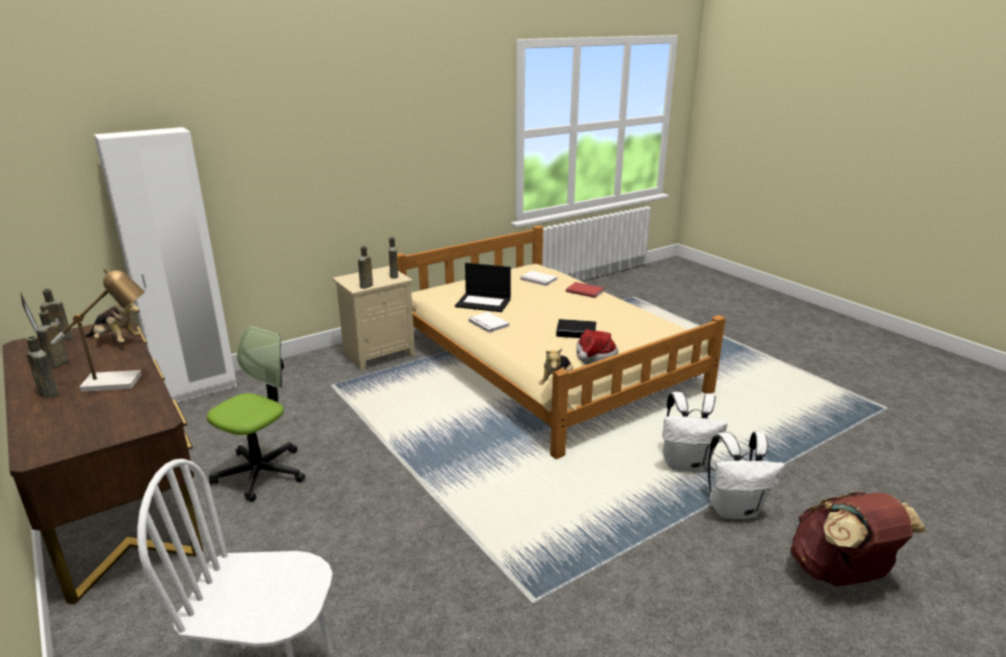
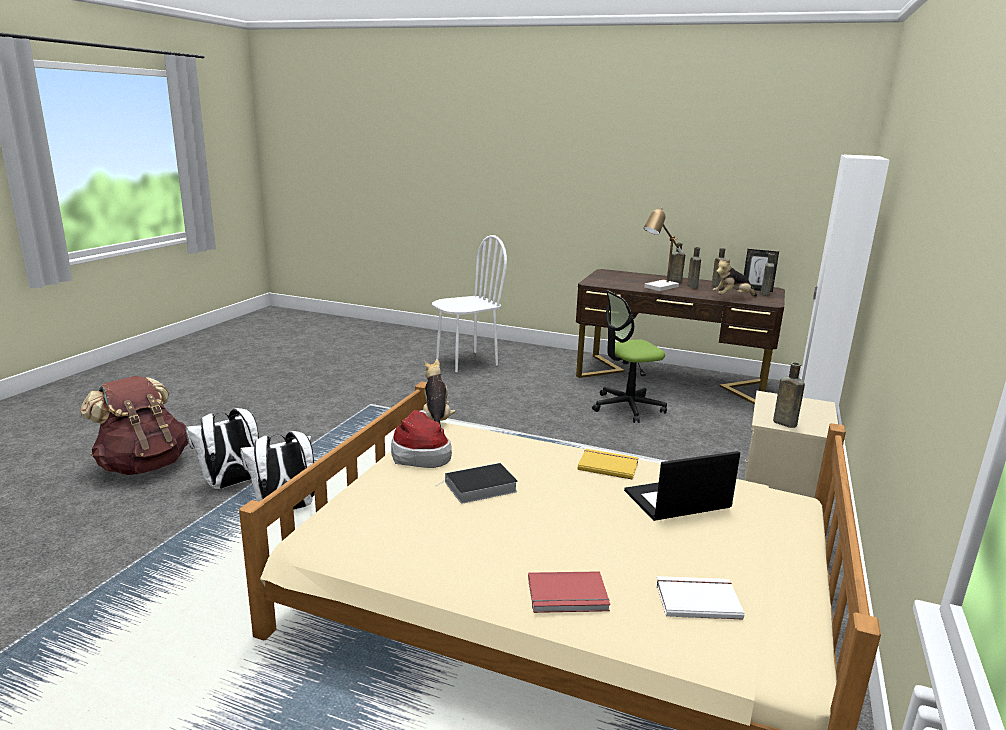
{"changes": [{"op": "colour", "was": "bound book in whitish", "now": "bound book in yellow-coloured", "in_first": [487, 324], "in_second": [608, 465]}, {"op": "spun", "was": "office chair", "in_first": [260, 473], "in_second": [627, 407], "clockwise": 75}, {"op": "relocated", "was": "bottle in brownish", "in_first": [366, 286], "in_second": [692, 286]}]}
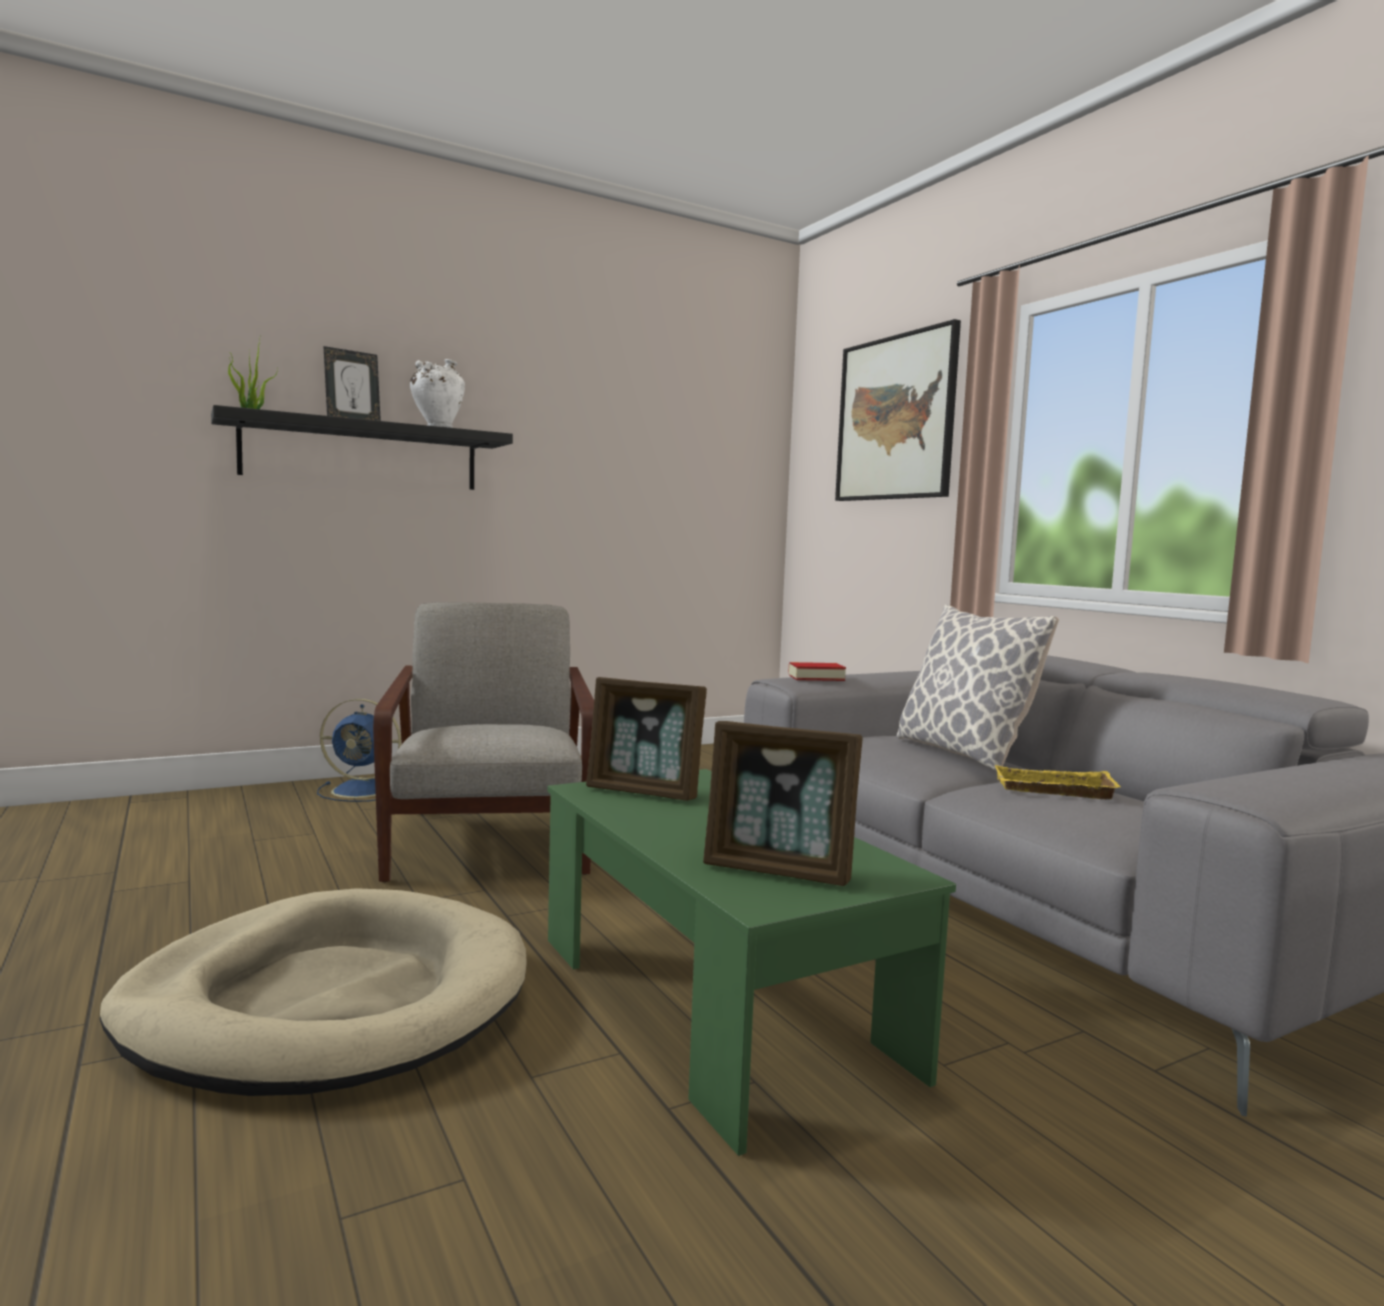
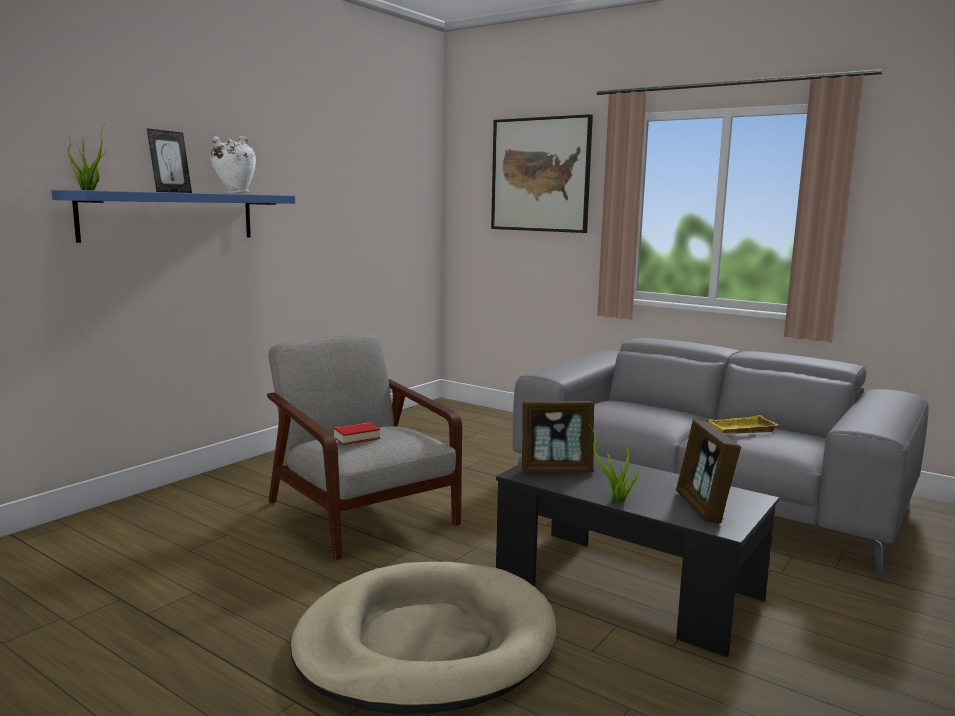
{"changes": [{"op": "colour", "was": "bracket shelf in blackish", "now": "bracket shelf in blue", "in_first": [362, 455], "in_second": [170, 216]}, {"op": "relocated", "was": "bound book", "in_first": [816, 677], "in_second": [356, 438]}, {"op": "colour", "was": "coffee table in greenish", "now": "coffee table in blackish", "in_first": [714, 1003], "in_second": [627, 586]}, {"op": "appeared", "now": "houseplant", "in_second": [616, 501]}, {"op": "spun", "was": "picture frame", "in_first": [779, 871], "in_second": [703, 507], "clockwise": 90}, {"op": "missing", "was": "electric fan in blue", "in_first": [363, 790]}, {"op": "missing", "was": "pillow", "in_first": [963, 754]}]}
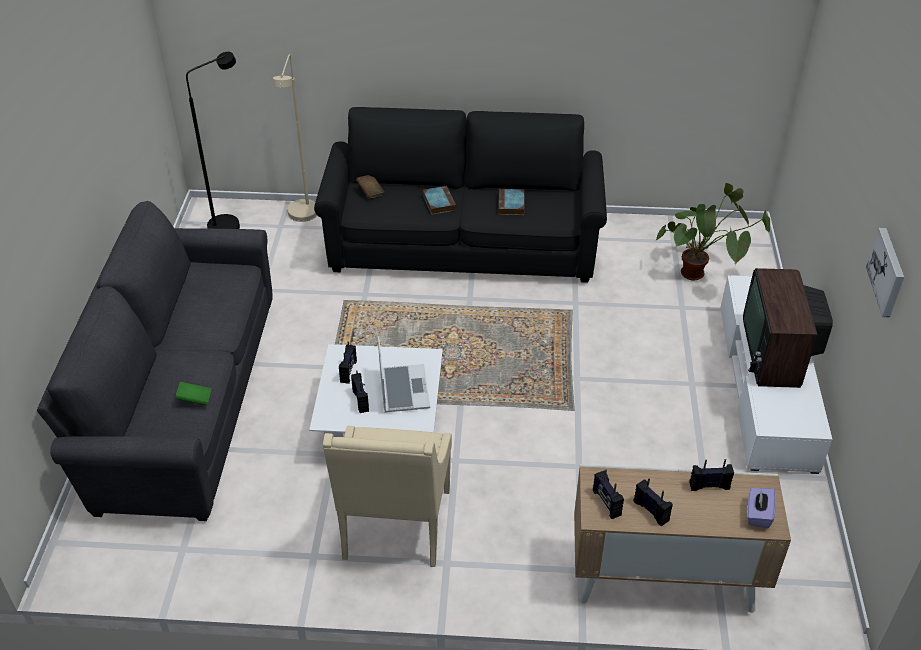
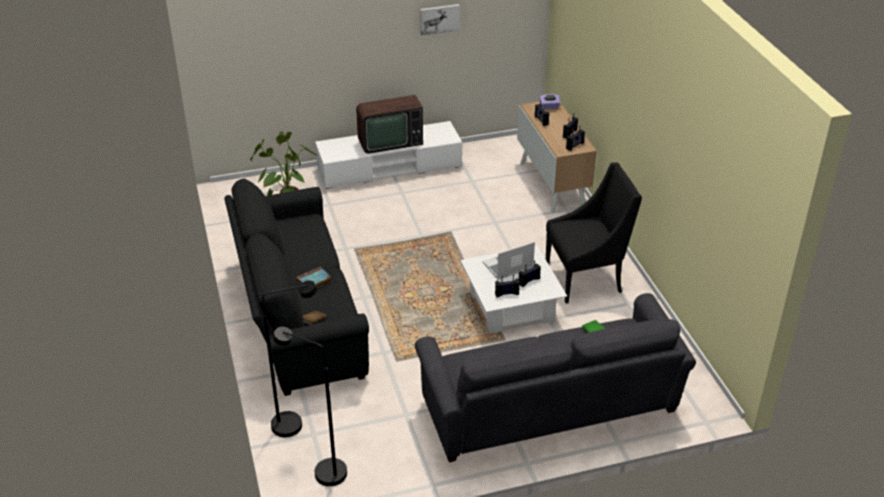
{"changes": [{"op": "colour", "was": "standing lamp in beige", "now": "standing lamp in blackish", "in_first": [303, 218], "in_second": [295, 423]}, {"op": "colour", "was": "easy chair in beige", "now": "easy chair in blackish", "in_first": [394, 527], "in_second": [586, 278]}, {"op": "missing", "was": "bound book", "in_first": [511, 205]}]}
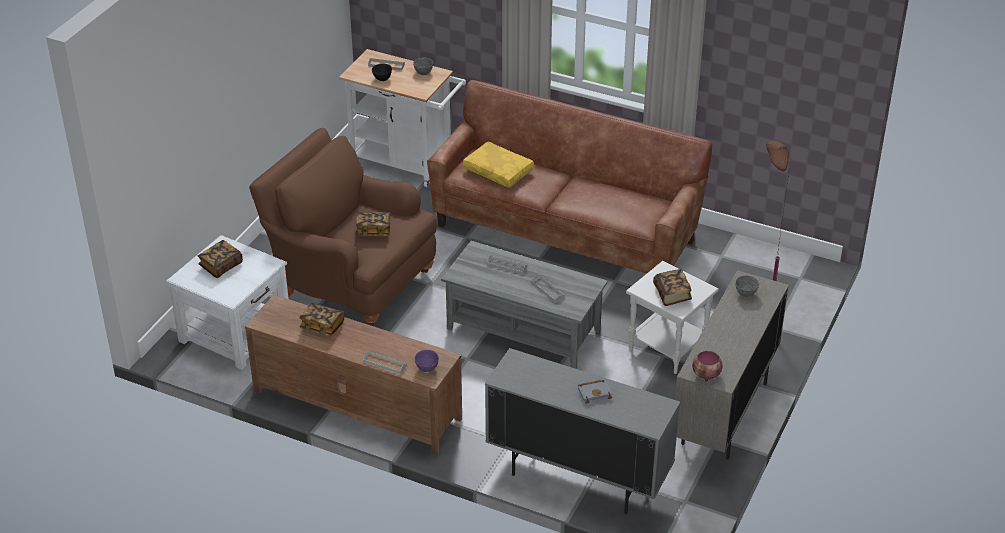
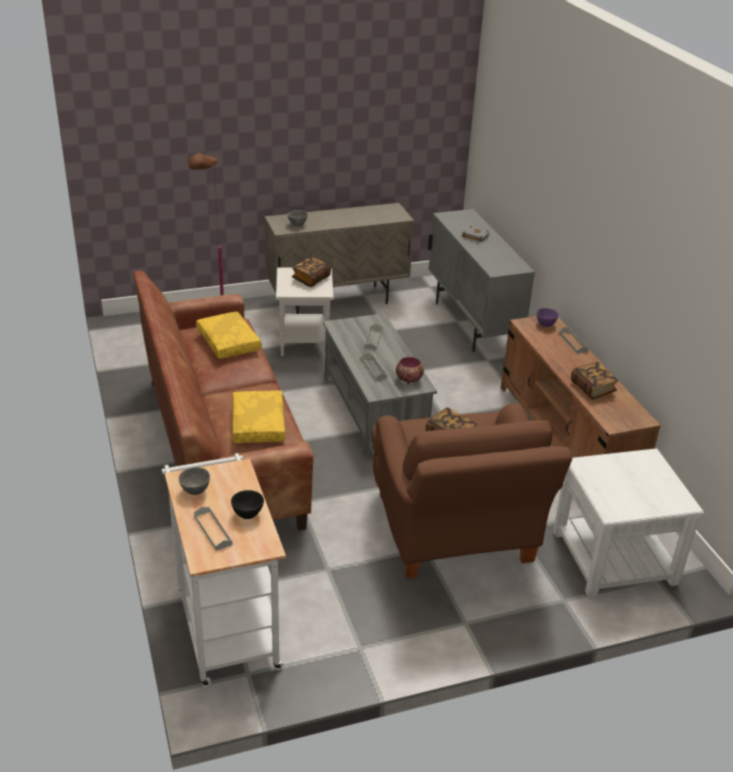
{"changes": [{"op": "appeared", "now": "pillow in yellow-coloured", "in_second": [230, 342]}, {"op": "relocated", "was": "serving bowl", "in_first": [706, 375], "in_second": [409, 379]}, {"op": "missing", "was": "bound book", "in_first": [221, 266]}]}
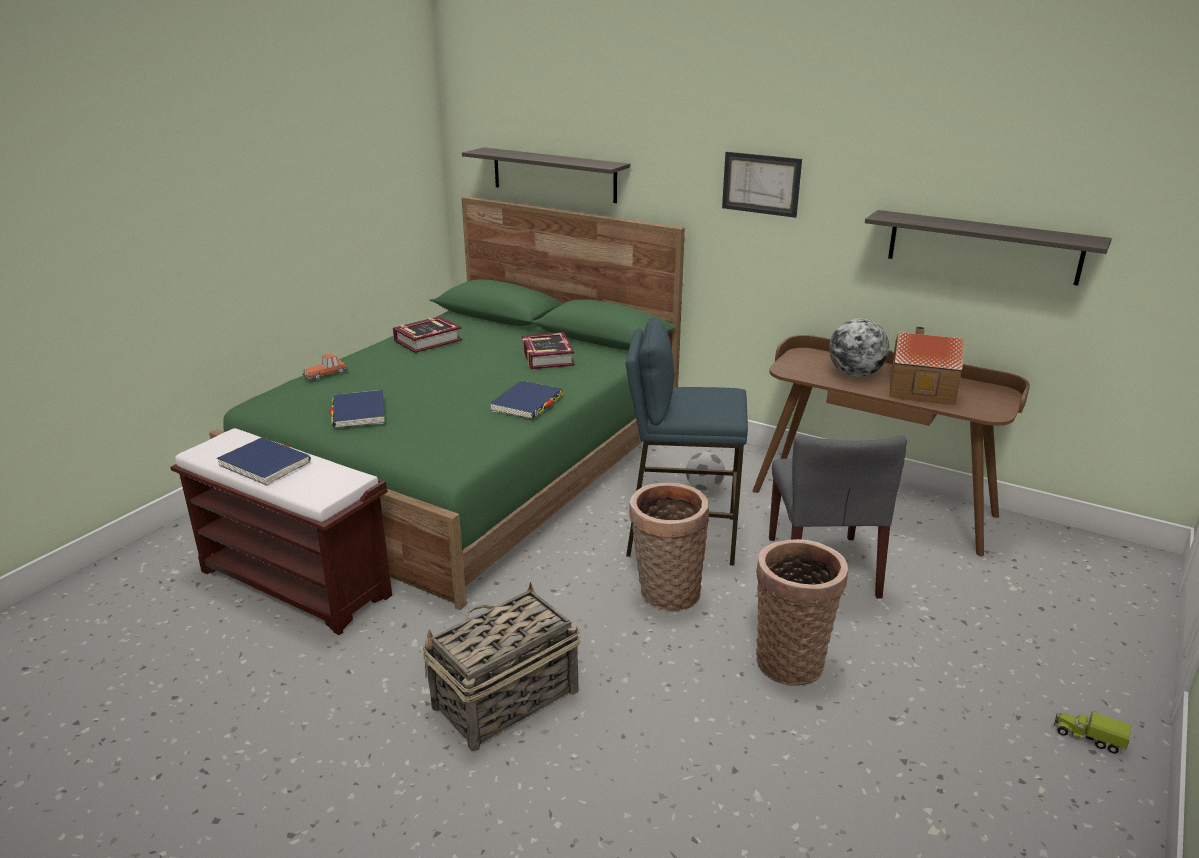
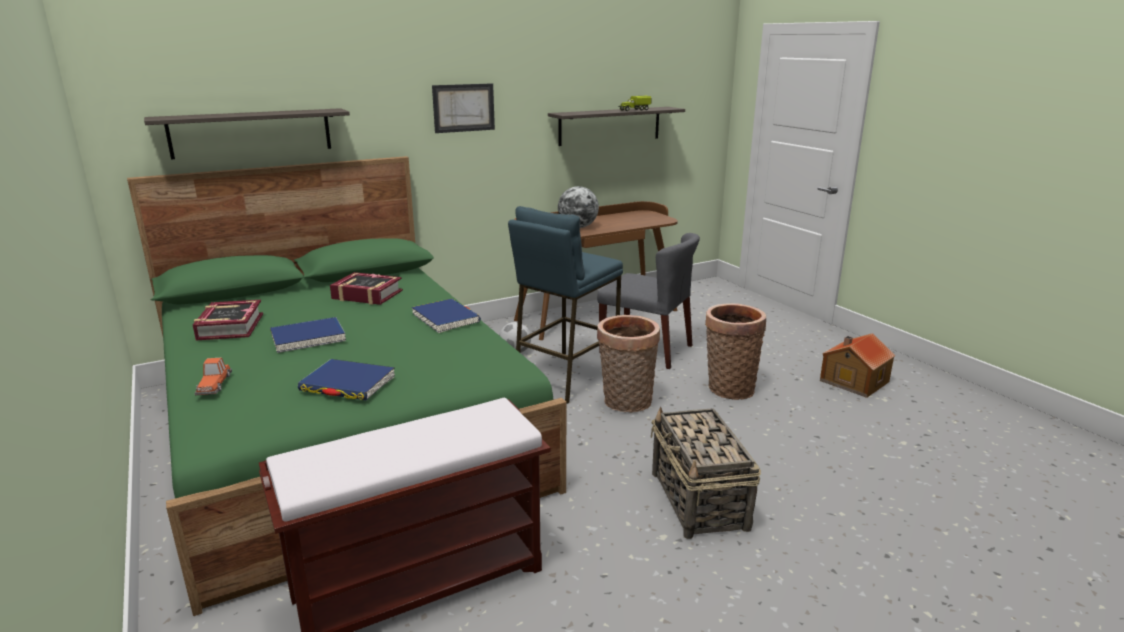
{"changes": [{"op": "relocated", "was": "bound book in blue", "in_first": [265, 464], "in_second": [308, 338]}, {"op": "relocated", "was": "toy lorry", "in_first": [1088, 738], "in_second": [634, 110]}, {"op": "relocated", "was": "miniature house", "in_first": [920, 388], "in_second": [852, 381]}]}
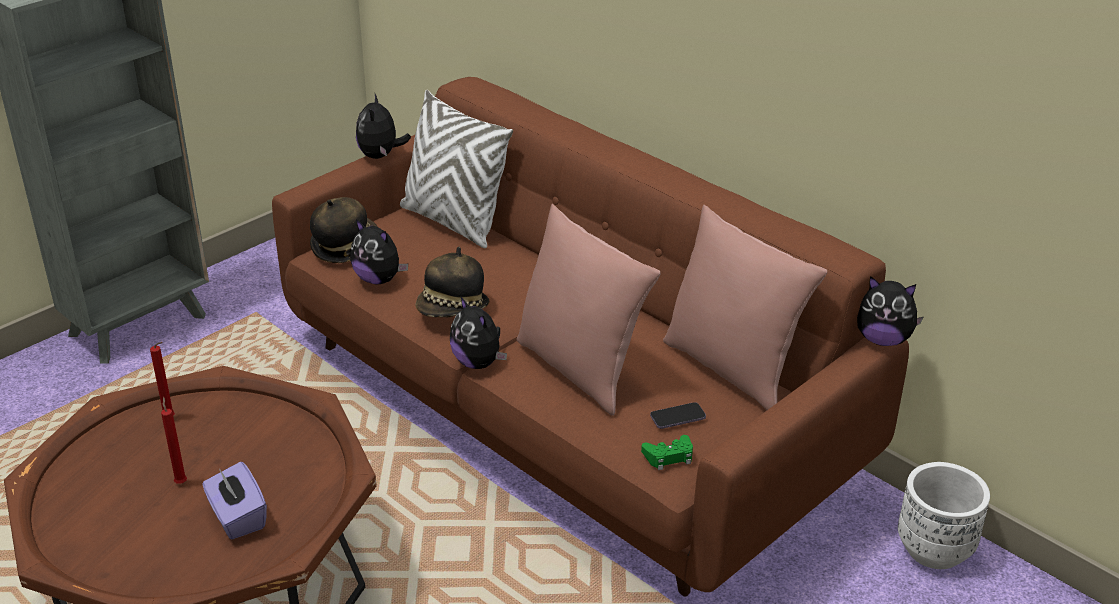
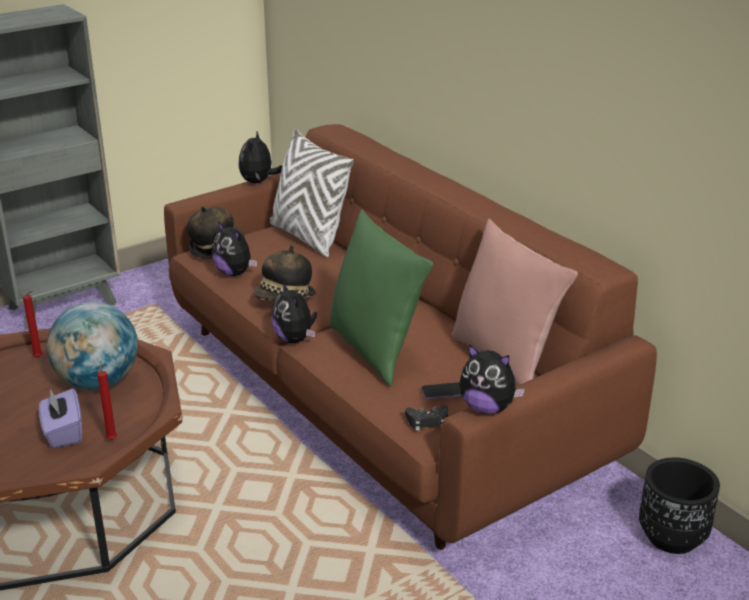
{"changes": [{"op": "appeared", "now": "globe", "in_second": [98, 382]}, {"op": "relocated", "was": "wax light in reddish", "in_first": [181, 482], "in_second": [112, 438]}, {"op": "colour", "was": "pillow in pinkish", "now": "pillow in greenish", "in_first": [580, 369], "in_second": [375, 350]}, {"op": "colour", "was": "joypad in greenish", "now": "joypad in blackish", "in_first": [669, 456], "in_second": [428, 421]}, {"op": "relocated", "was": "plush toy", "in_first": [882, 339], "in_second": [487, 408]}, {"op": "colour", "was": "planter in whitish", "now": "planter in blackish", "in_first": [934, 550], "in_second": [672, 537]}]}
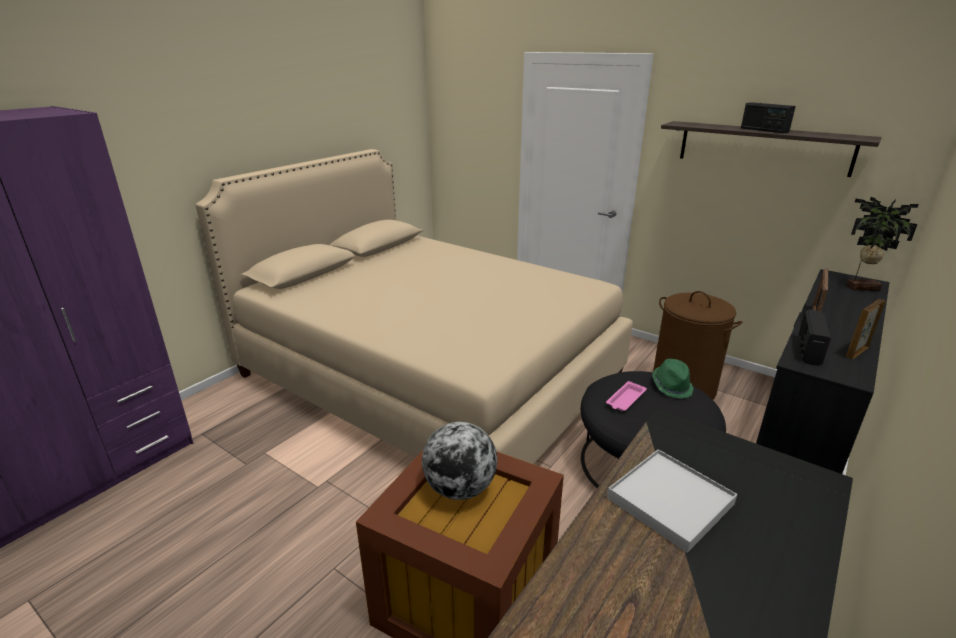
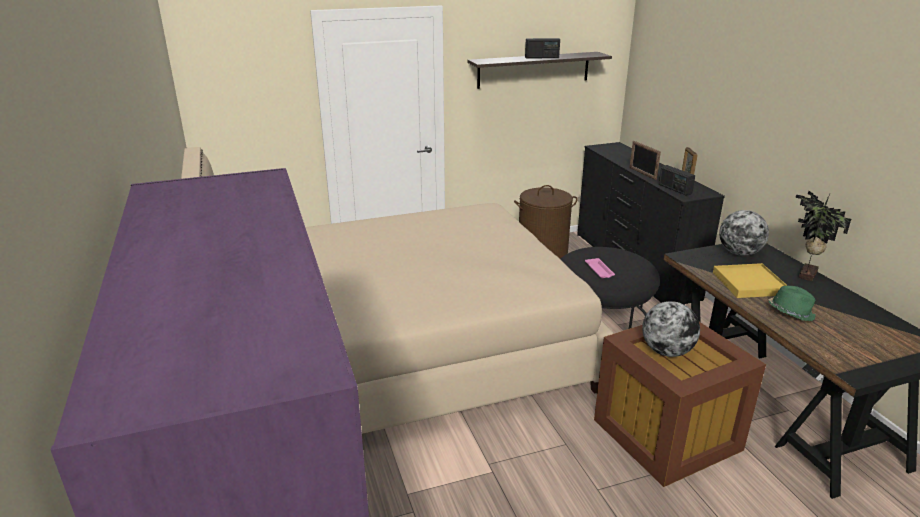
{"changes": [{"op": "colour", "was": "tray in whitish", "now": "tray in yellow-coloured", "in_first": [670, 501], "in_second": [749, 283]}, {"op": "appeared", "now": "globe", "in_second": [739, 253]}, {"op": "relocated", "was": "wearable hat in greenish", "in_first": [672, 386], "in_second": [790, 312]}, {"op": "relocated", "was": "houseplant", "in_first": [860, 287], "in_second": [805, 274]}]}
